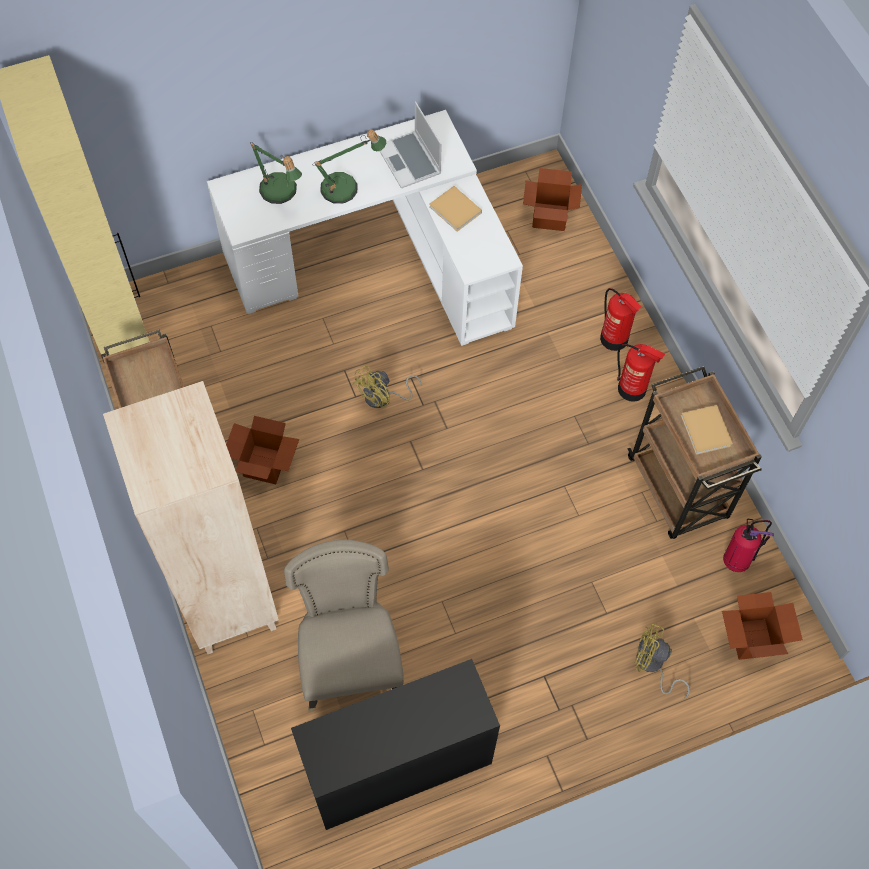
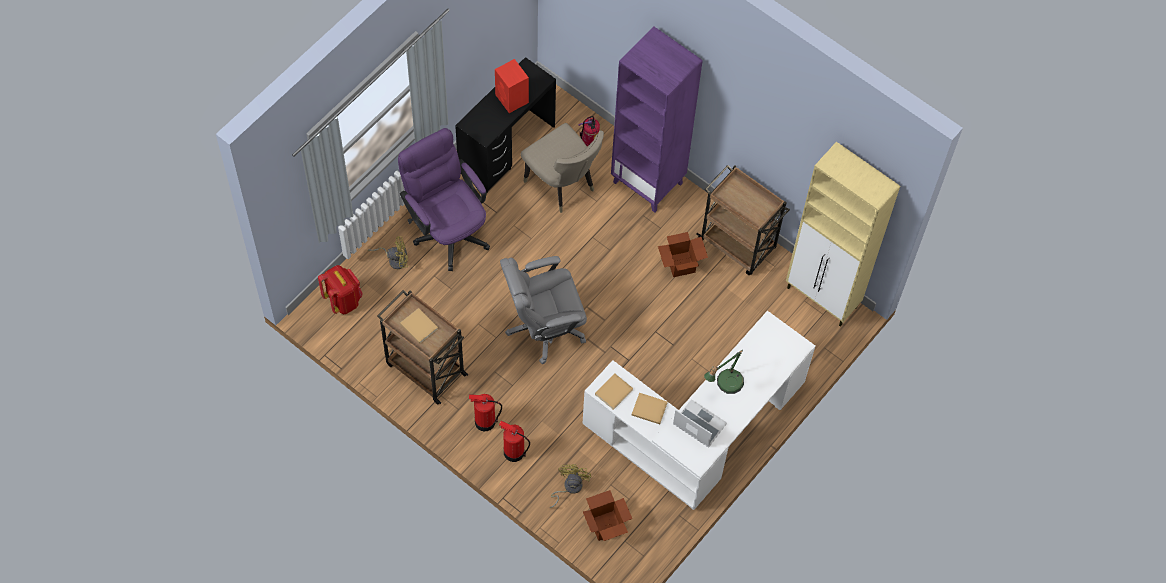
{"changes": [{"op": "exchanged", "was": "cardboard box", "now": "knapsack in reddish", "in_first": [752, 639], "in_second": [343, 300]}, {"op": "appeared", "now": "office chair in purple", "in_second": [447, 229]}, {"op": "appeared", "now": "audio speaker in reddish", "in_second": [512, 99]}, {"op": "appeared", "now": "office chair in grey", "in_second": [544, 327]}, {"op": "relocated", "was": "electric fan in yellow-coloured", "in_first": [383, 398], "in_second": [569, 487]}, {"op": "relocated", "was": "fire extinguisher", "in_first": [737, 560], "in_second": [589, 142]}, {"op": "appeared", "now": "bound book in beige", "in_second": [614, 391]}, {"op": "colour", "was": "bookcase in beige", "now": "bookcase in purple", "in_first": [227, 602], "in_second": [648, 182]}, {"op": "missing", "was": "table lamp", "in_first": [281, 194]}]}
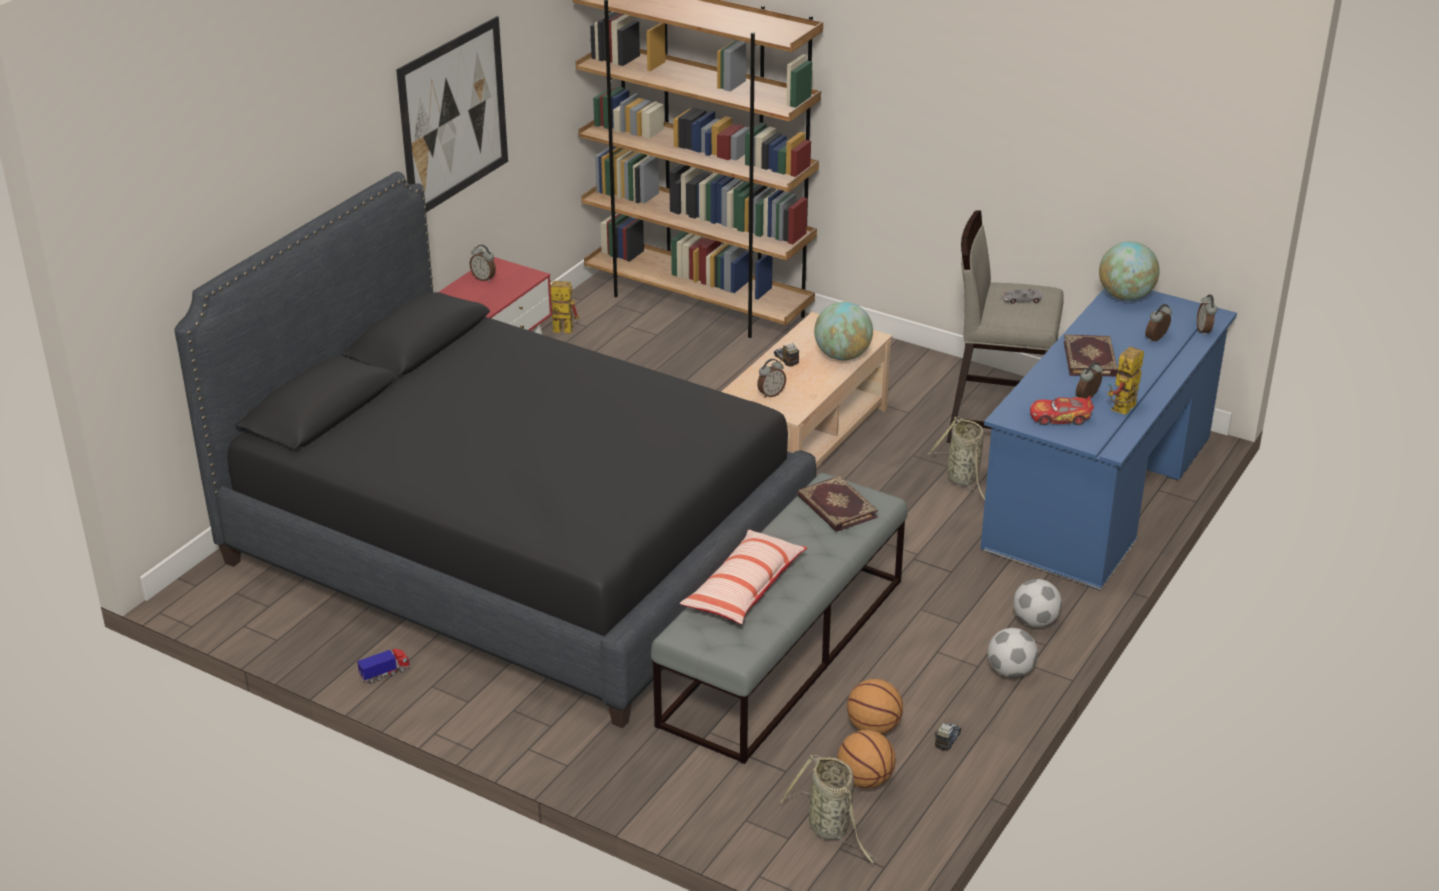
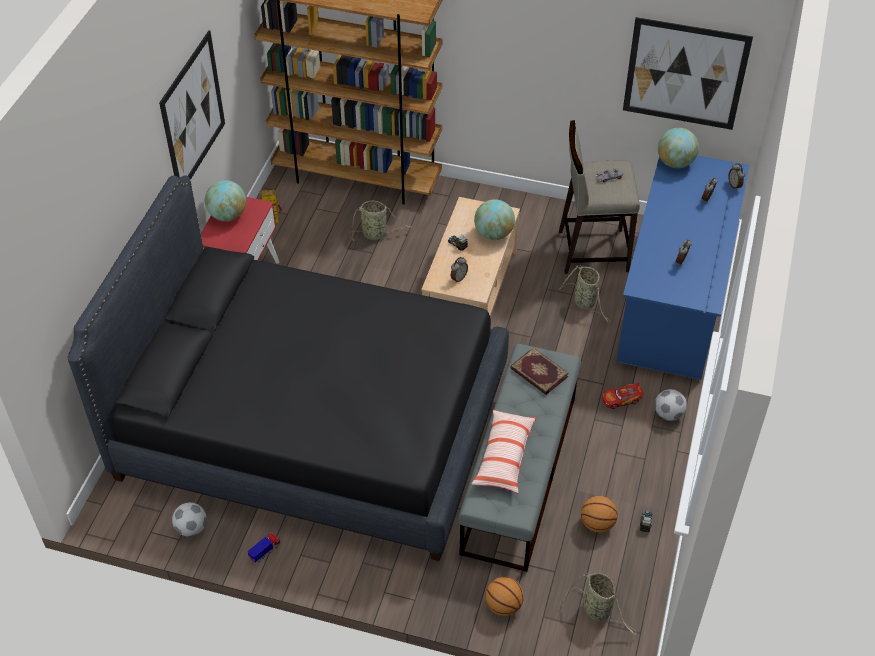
{"changes": [{"op": "relocated", "was": "football ball", "in_first": [1010, 671], "in_second": [191, 528]}, {"op": "exchanged", "was": "alarm clock", "now": "globe", "in_first": [484, 278], "in_second": [228, 215]}, {"op": "appeared", "now": "storage basket", "in_second": [376, 234]}, {"op": "relocated", "was": "basketball", "in_first": [864, 780], "in_second": [503, 606]}, {"op": "relocated", "was": "miniature car", "in_first": [1060, 418], "in_second": [621, 399]}, {"op": "appeared", "now": "picture", "in_second": [685, 74]}, {"op": "missing", "was": "bound book", "in_first": [1091, 359]}, {"op": "missing", "was": "toy robot", "in_first": [1123, 411]}]}
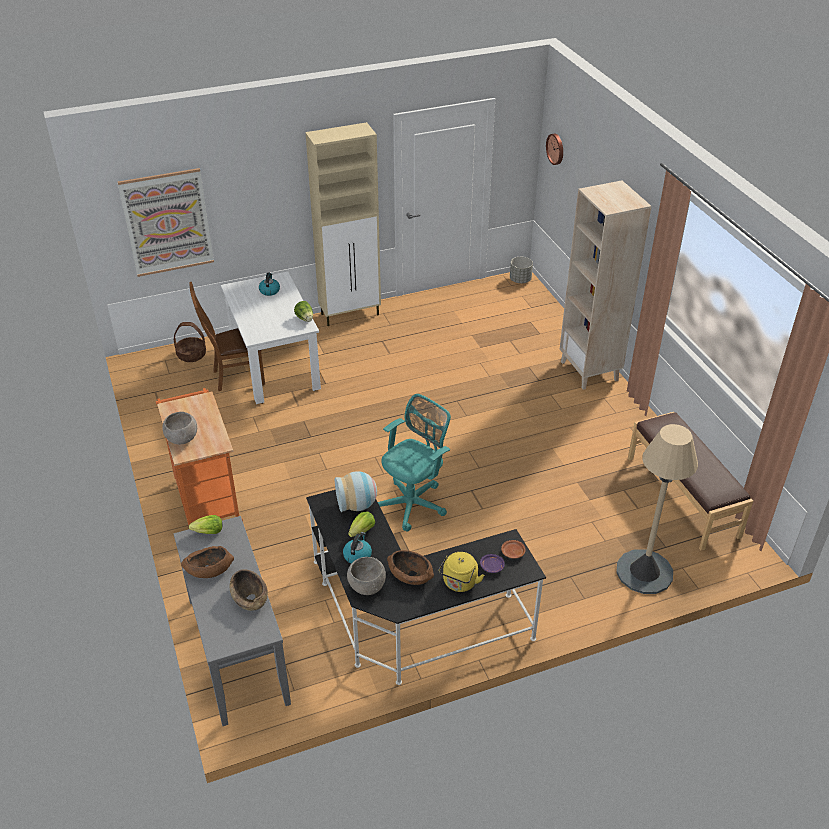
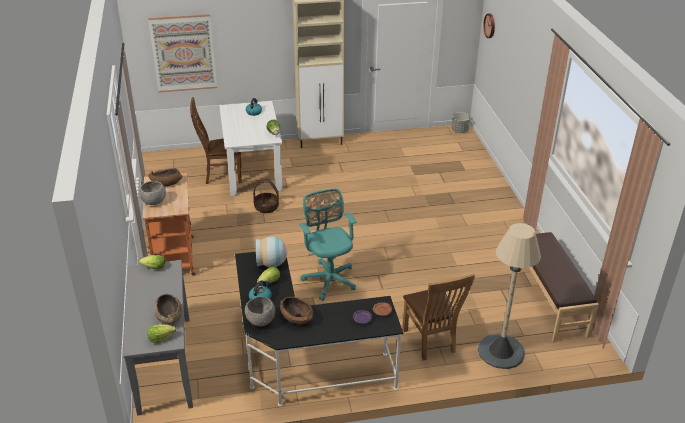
{"changes": [{"op": "appeared", "now": "head of lettuce", "in_second": [161, 338]}, {"op": "relocated", "was": "serving bowl in brownish", "in_first": [208, 570], "in_second": [166, 183]}, {"op": "relocated", "was": "storage basket", "in_first": [192, 355], "in_second": [266, 207]}, {"op": "spun", "was": "office chair in turquoise", "in_first": [413, 503], "in_second": [329, 278], "clockwise": -75}, {"op": "appeared", "now": "plain chair in brownish", "in_second": [431, 342]}, {"op": "missing", "was": "tea kettle in yellow-coloured", "in_first": [459, 583]}, {"op": "missing", "was": "bookcase in beige", "in_first": [589, 371]}]}
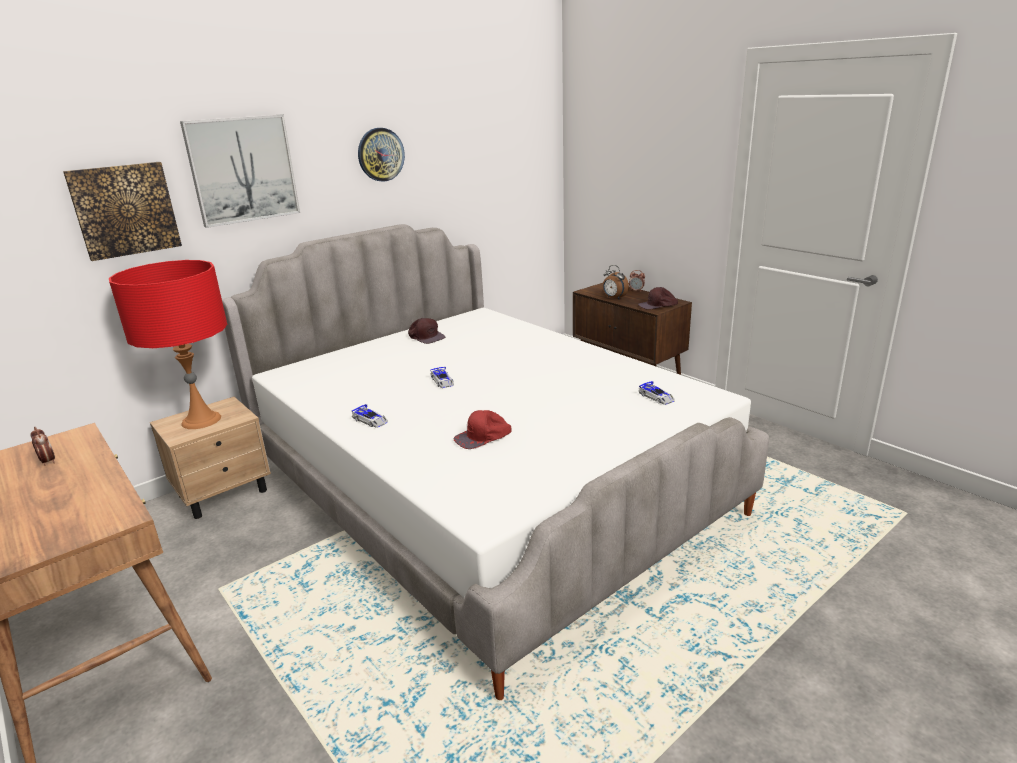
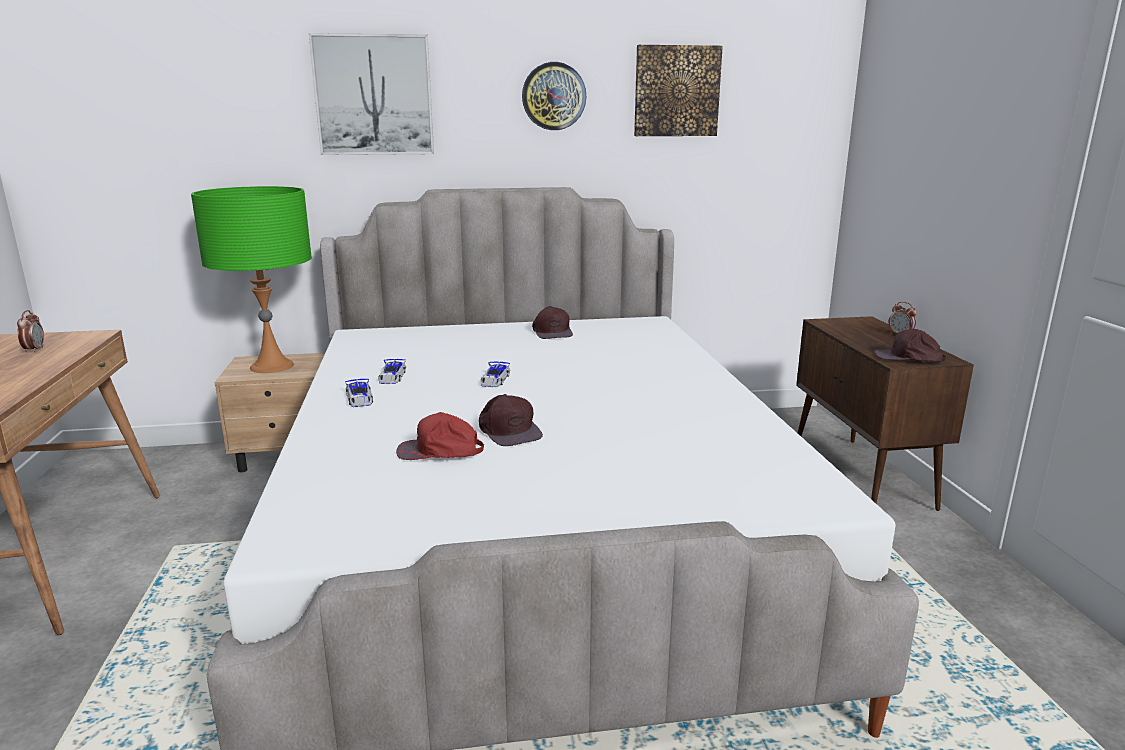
{"changes": [{"op": "colour", "was": "table lamp in reddish", "now": "table lamp in greenish", "in_first": [201, 420], "in_second": [272, 366]}, {"op": "relocated", "was": "miniature car", "in_first": [657, 397], "in_second": [392, 377]}, {"op": "appeared", "now": "baseball cap in brownish", "in_second": [509, 430]}, {"op": "relocated", "was": "picture", "in_first": [125, 210], "in_second": [676, 91]}, {"op": "missing", "was": "alarm clock", "in_first": [614, 298]}]}
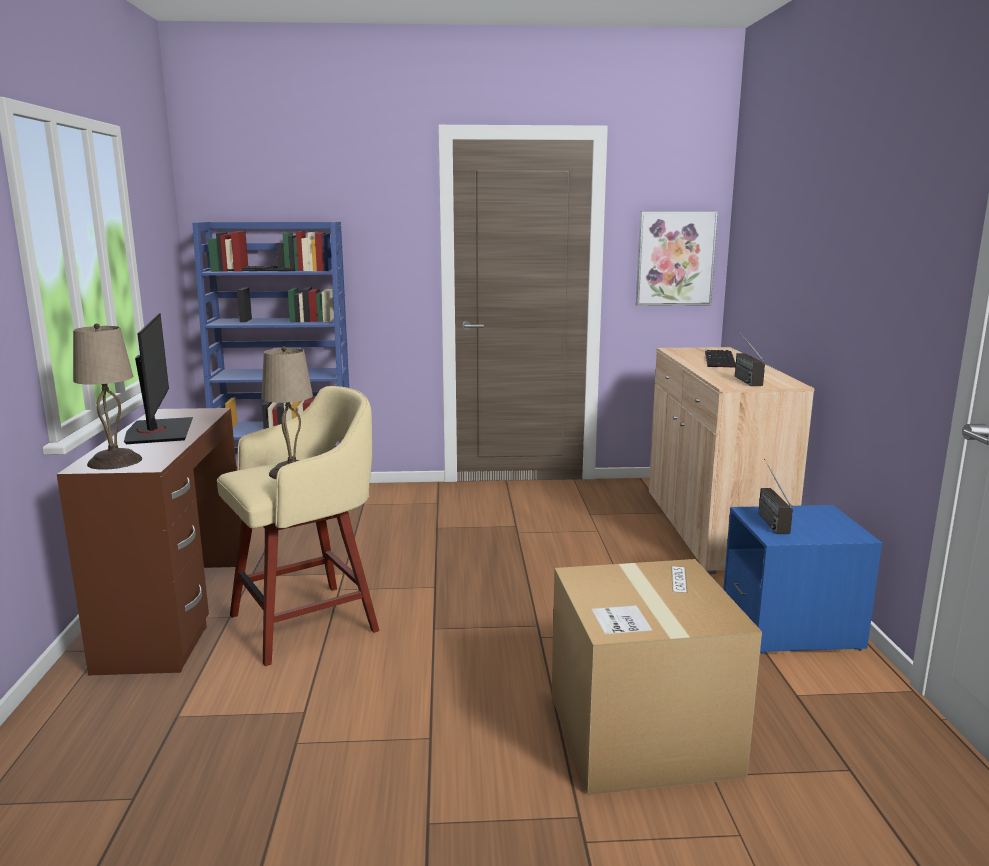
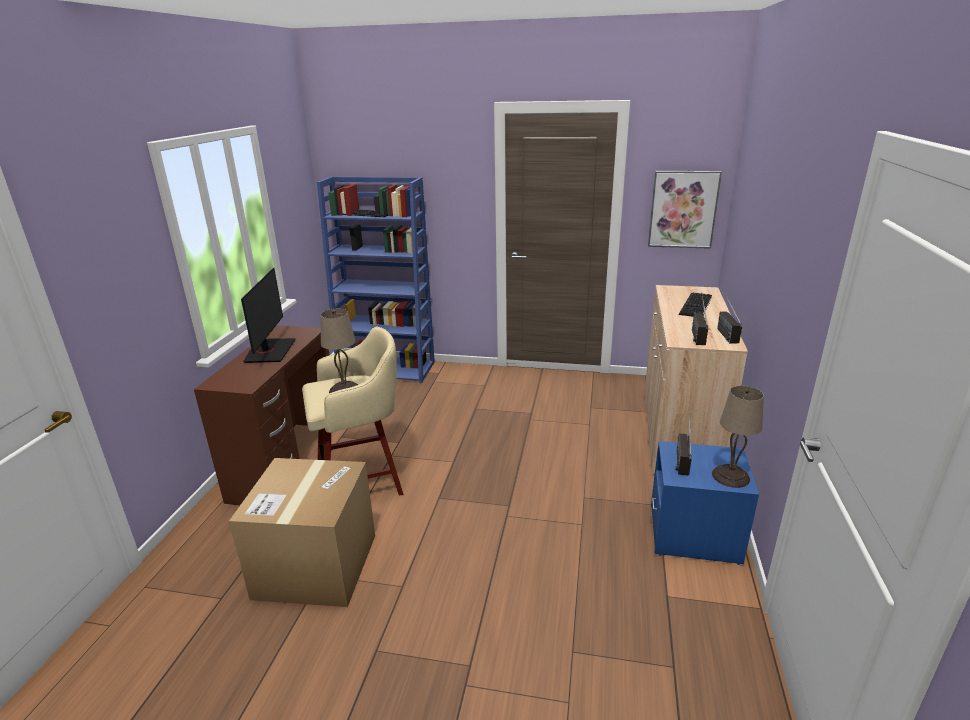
{"changes": [{"op": "relocated", "was": "cardboard box", "in_first": [641, 734], "in_second": [316, 566]}, {"op": "relocated", "was": "table lamp in beige", "in_first": [114, 462], "in_second": [730, 477]}, {"op": "appeared", "now": "radio set", "in_second": [723, 332]}]}
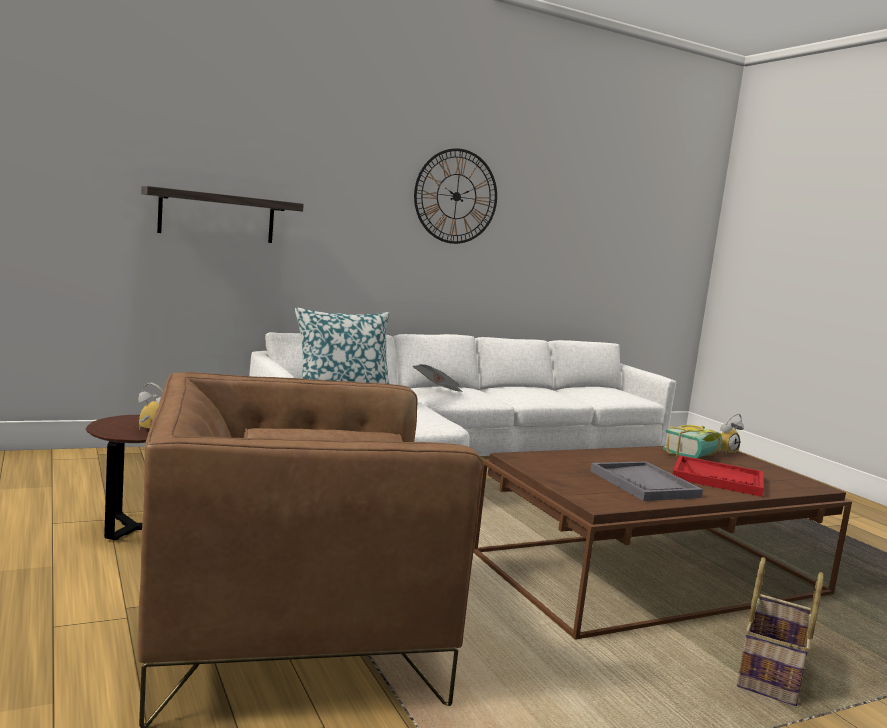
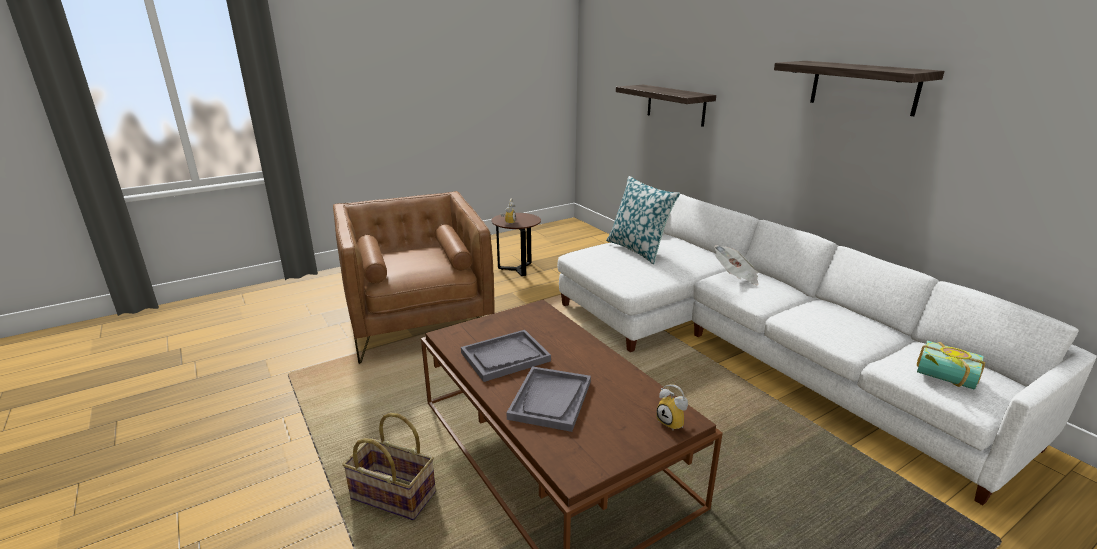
{"changes": [{"op": "colour", "was": "tray in reddish", "now": "tray in grey", "in_first": [718, 478], "in_second": [550, 400]}, {"op": "exchanged", "was": "clock on the wall", "now": "bracket shelf", "in_first": [456, 196], "in_second": [863, 87]}, {"op": "relocated", "was": "bound book", "in_first": [696, 456], "in_second": [944, 379]}]}
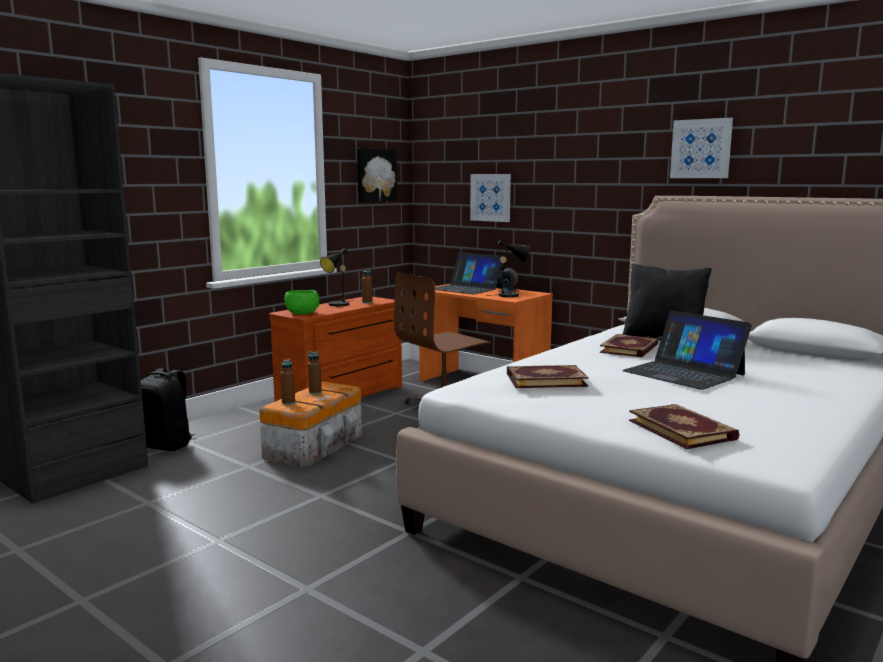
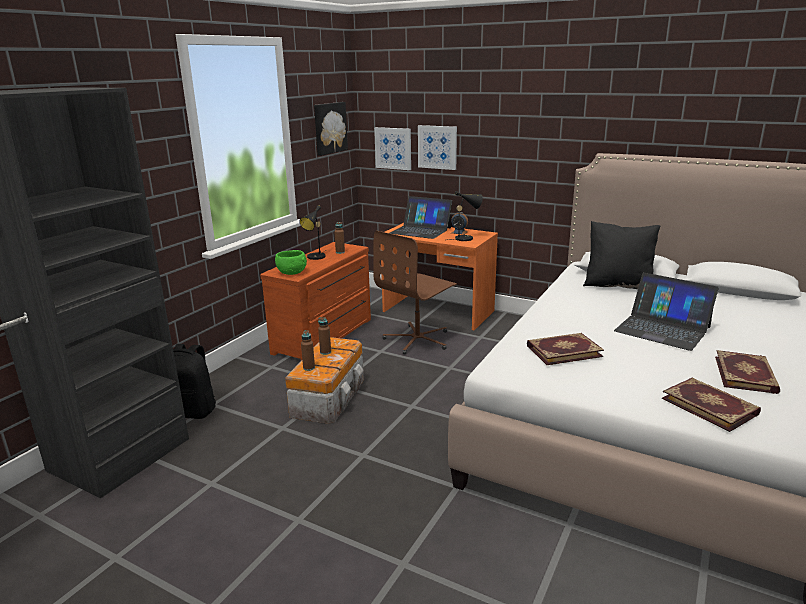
{"changes": [{"op": "relocated", "was": "picture", "in_first": [701, 149], "in_second": [393, 148]}, {"op": "relocated", "was": "bound book", "in_first": [630, 349], "in_second": [746, 374]}]}
